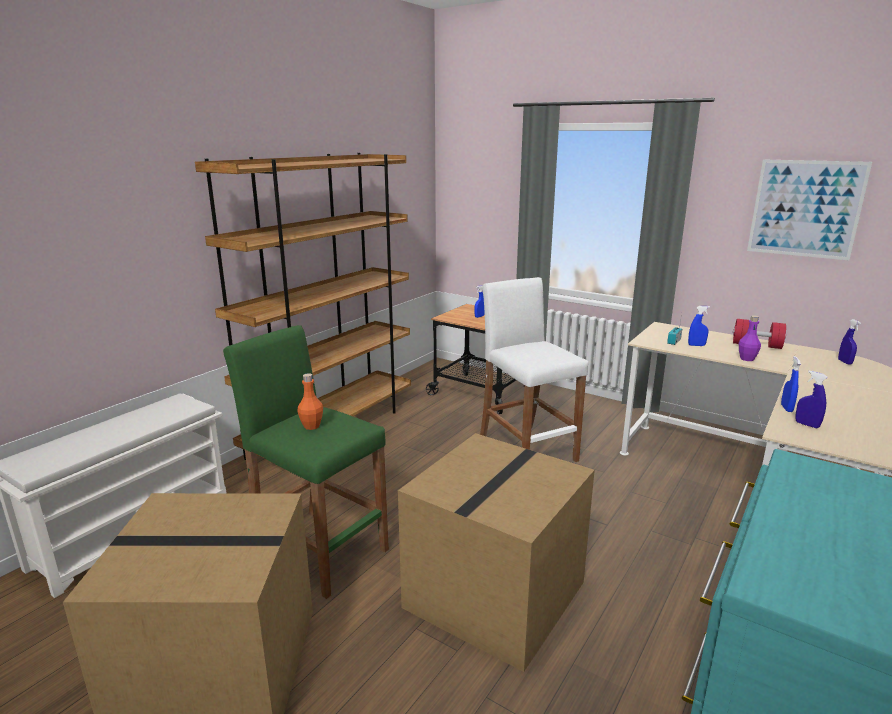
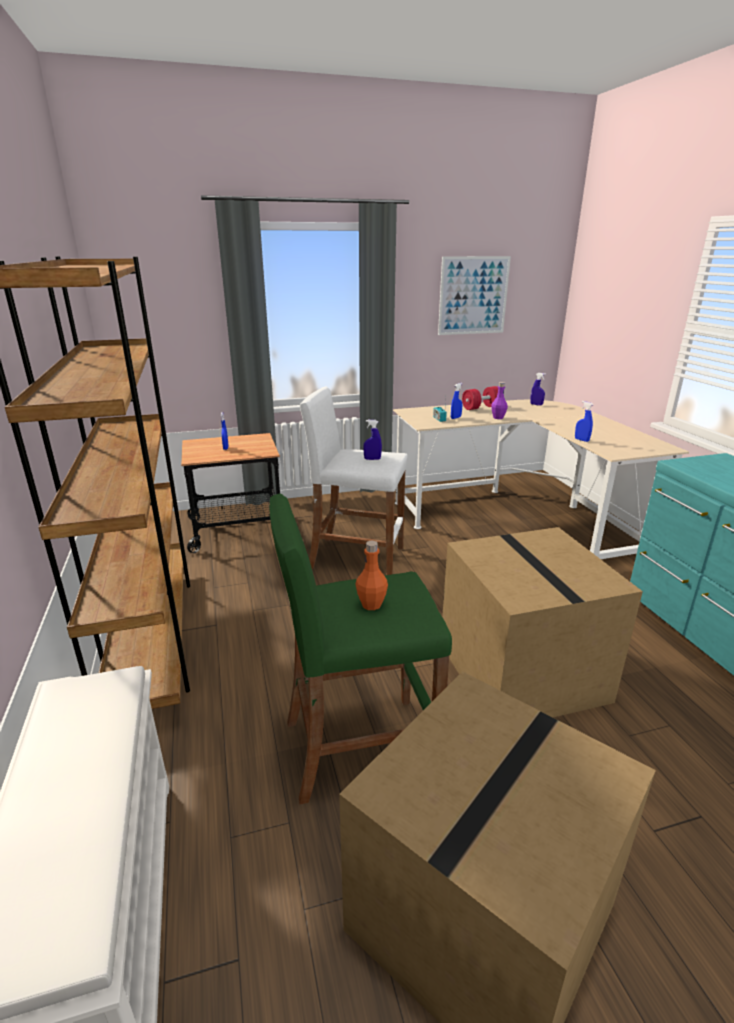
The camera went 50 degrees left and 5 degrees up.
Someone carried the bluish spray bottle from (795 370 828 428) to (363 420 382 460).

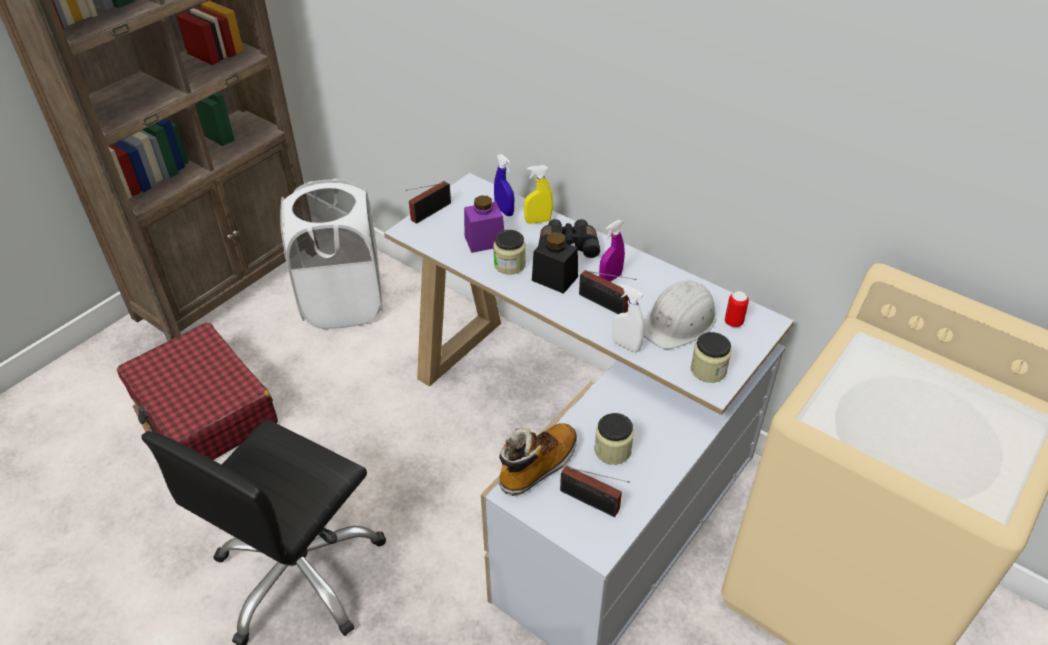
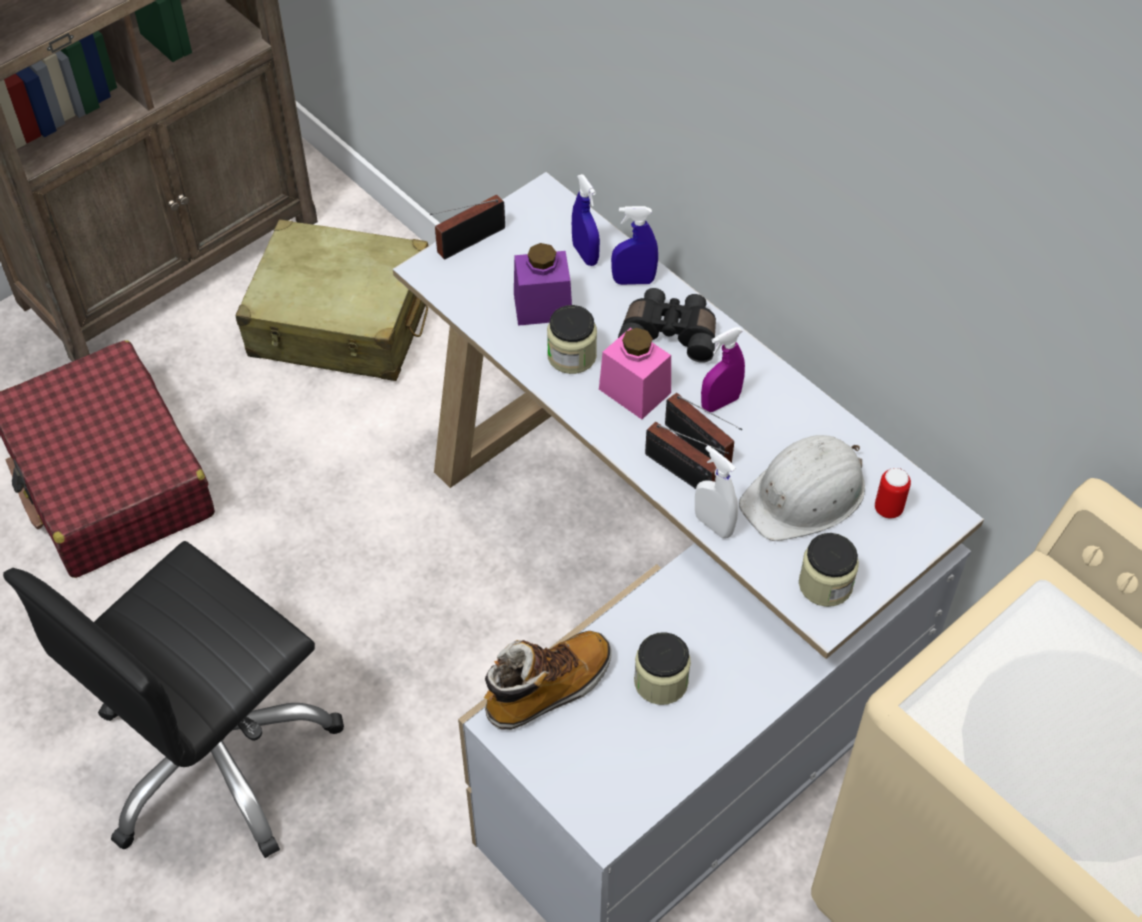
The camera went 10 degrees right and 10 degrees up.
Someone carried the radio receiver from (560 466 630 517) to (645 422 729 489).
Someone swapped the whitish hamper at (280 179 383 329) for the sand-coloured travel case at (236 219 429 381).
Someone repainted the yellow spray bottle at (524 165 553 224), which became the bluish spray bottle at (611 206 658 285).
Someone repainted the black-coloured preserve jar at (532 232 578 294), which became the pinkish preserve jar at (599 328 671 419).

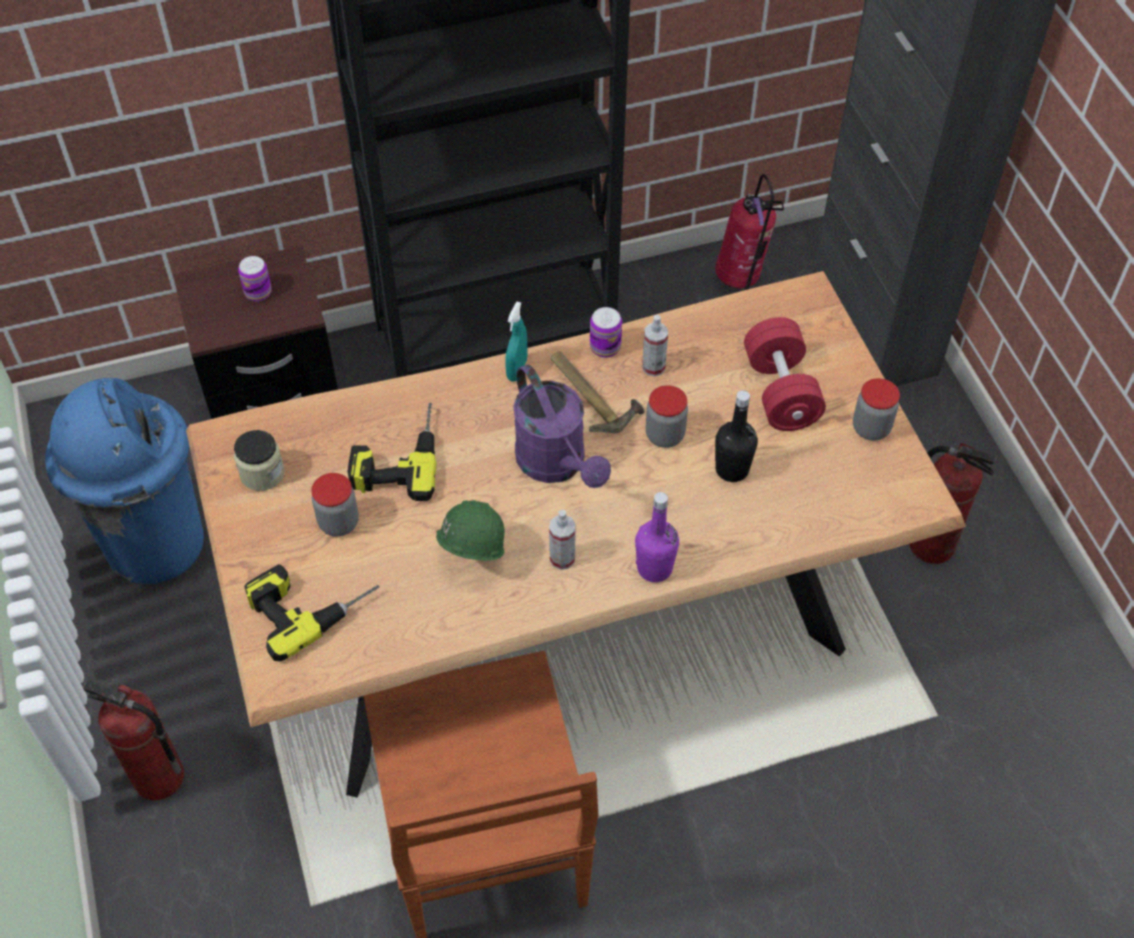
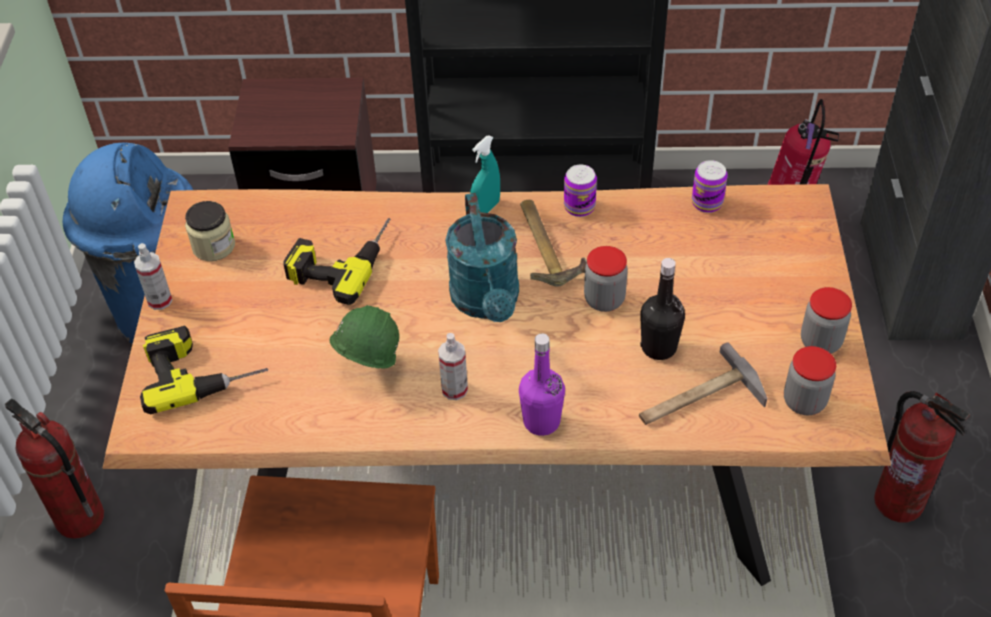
The camera went 20 degrees right and 5 degrees down.
Someone took away the red-coloured free weight at (744 317 826 431).
Someone put down the hammer at (639 342 767 425).
Someone carried the can from (238 256 272 301) to (692 160 728 213).
Someone carried the preserve jar from (311 473 359 537) to (784 346 836 415).
Someone carried the spray bottle from (642 315 668 377) to (134 243 172 310).
Someone repainted the purple-coloured watering can at (513 364 611 488), which became the turquoise-coloured watering can at (445 193 519 322).

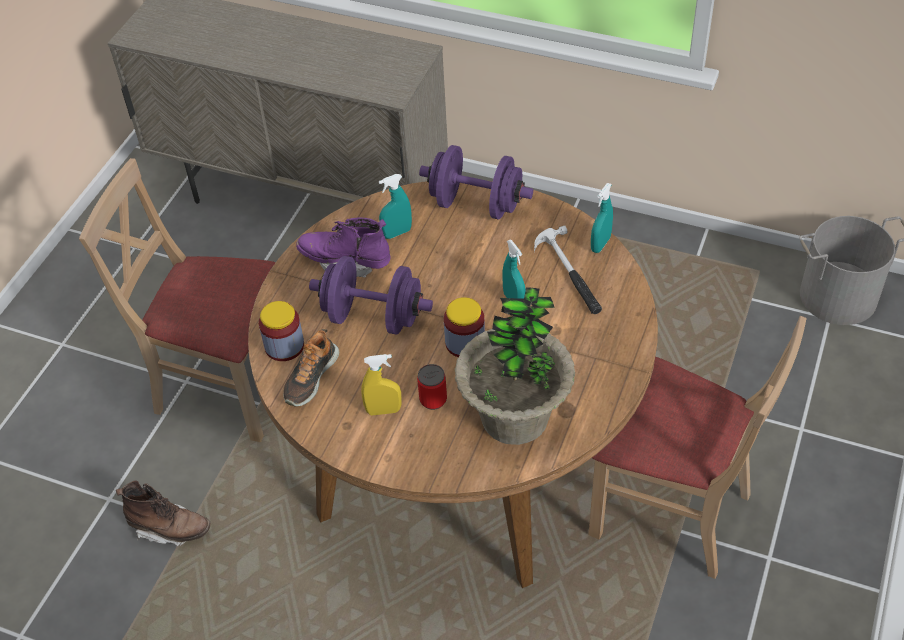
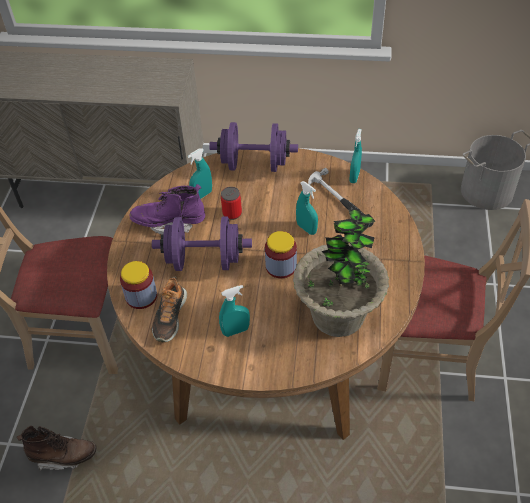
The camera went 15 degrees left and 0 degrees up.
Someone carried the can from (417 364 447 410) to (221 187 242 220).
Someone repainted the yellow spray bottle at (361 354 402 415), which became the turquoise-coloured spray bottle at (219 285 250 337).

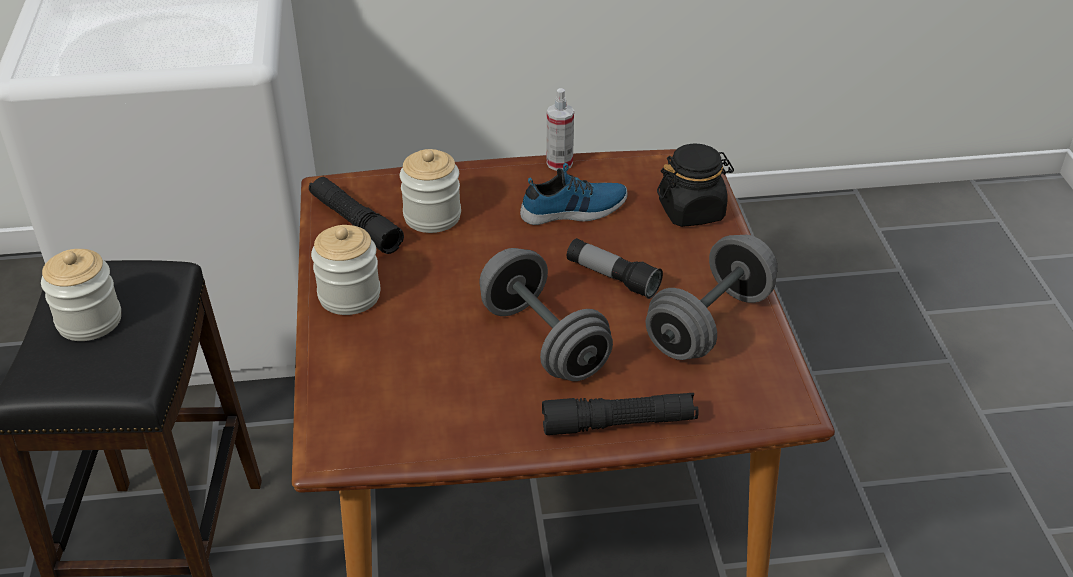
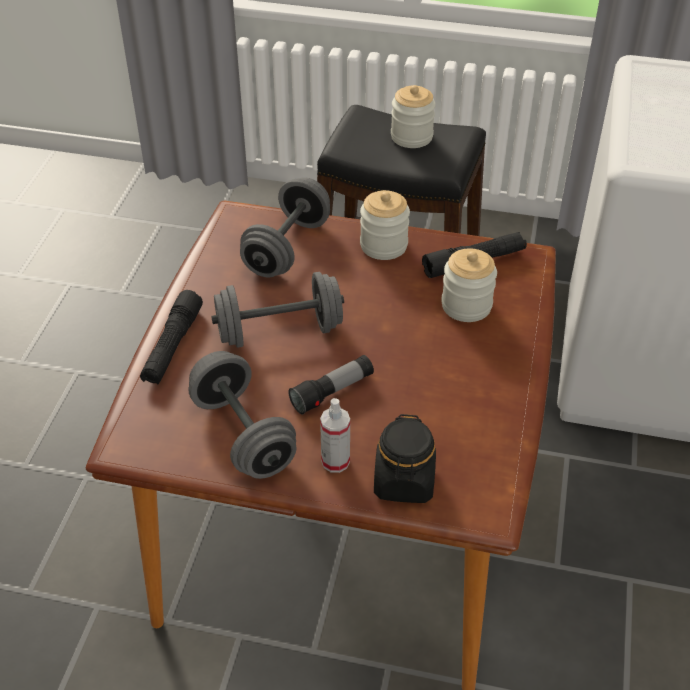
The camera went 110 degrees right and 5 degrees up.
Someone took away the shoe at (520 163 627 225).
Someone put down the gray free weight at (240 177 330 277).
Someone carried the spray bottle from (546 88 574 171) to (320 398 350 473).

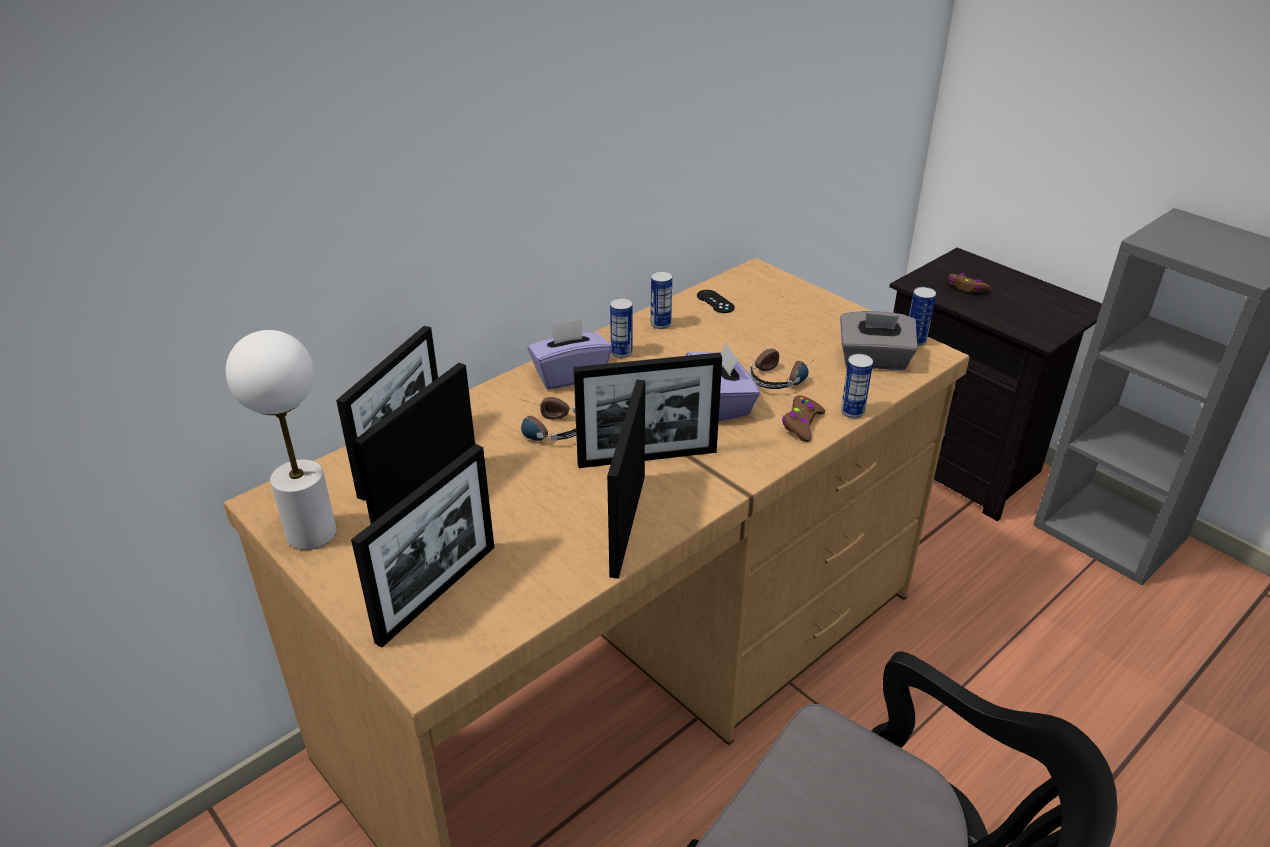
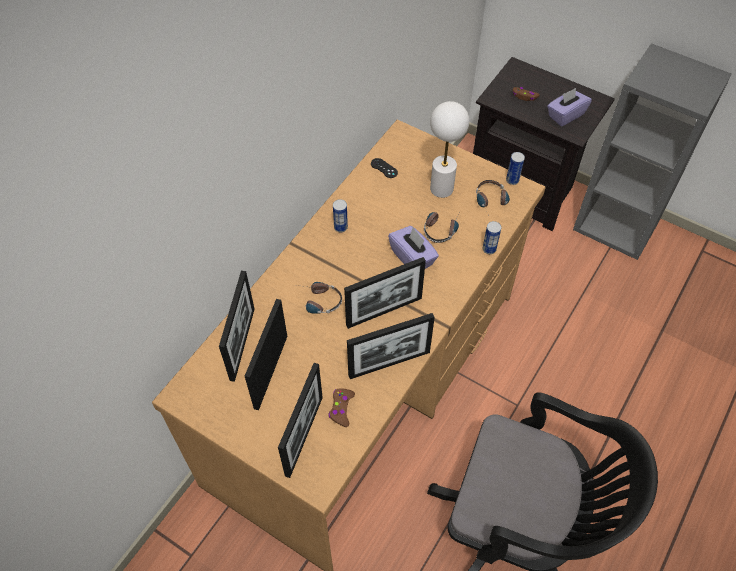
The camera went 15 degrees left and 20 degrees up.
Someone took away the can at (650 271 672 329).
Someone carried the whitish tabletop lamp from (226 330 336 550) to (430 101 469 198).
Someone carried the purple-coloured tissue box from (527 319 612 389) to (547 88 592 126).
Someone carried the brownish gamepad from (782 395 825 442) to (328 388 355 427).
Someone swapped the gray tissue box at (840 311 918 370) for the headset at (476 180 510 216).
Someone rotated the photo frame at (607 380 645 579) by 105 degrees counterclockwise.

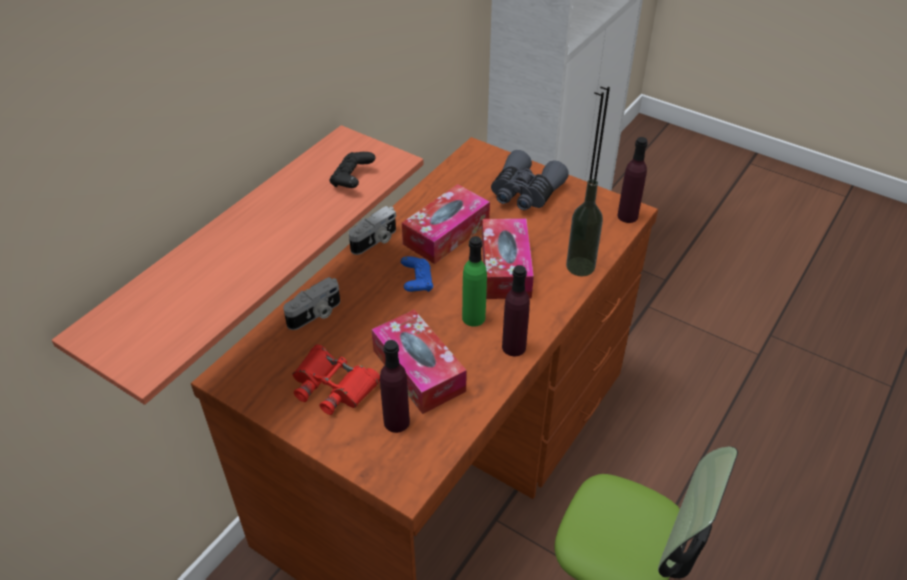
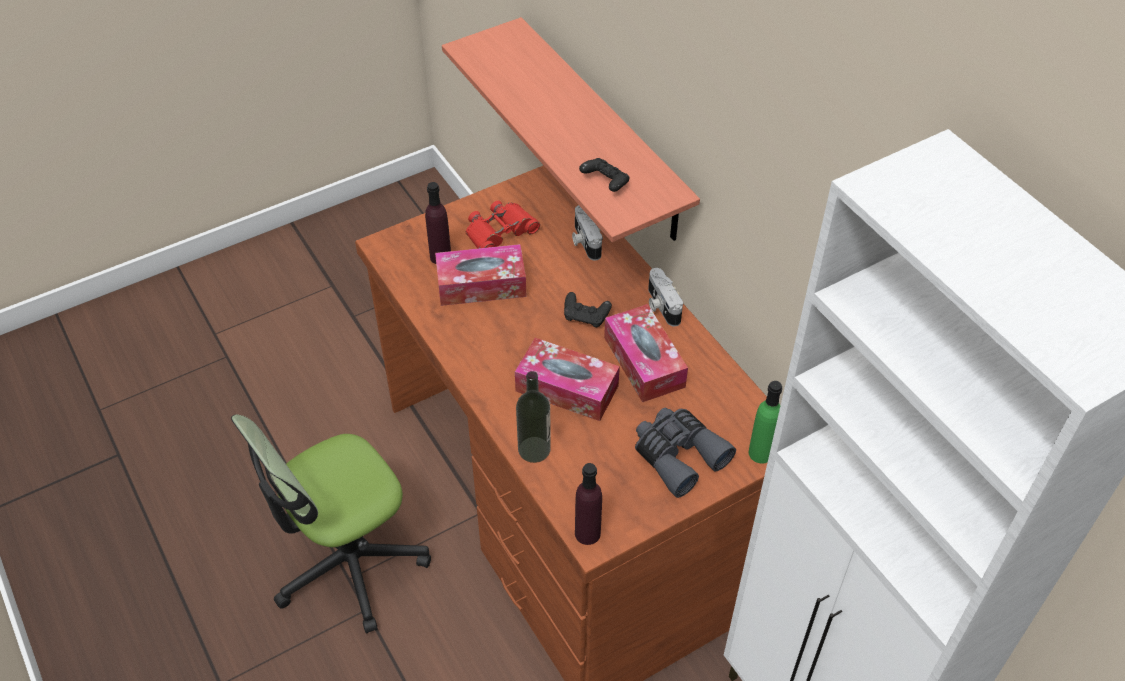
The camera went 115 degrees right and 5 degrees up.
Someone took away the purple-coloured beverage bottle at (502 265 530 356).
Someone carried the greenish beverage bottle from (462 236 487 327) to (749 381 782 464).
Someone repainted the bluish gamepad at (401 256 433 292), which became the black-coloured gamepad at (564 292 612 328).

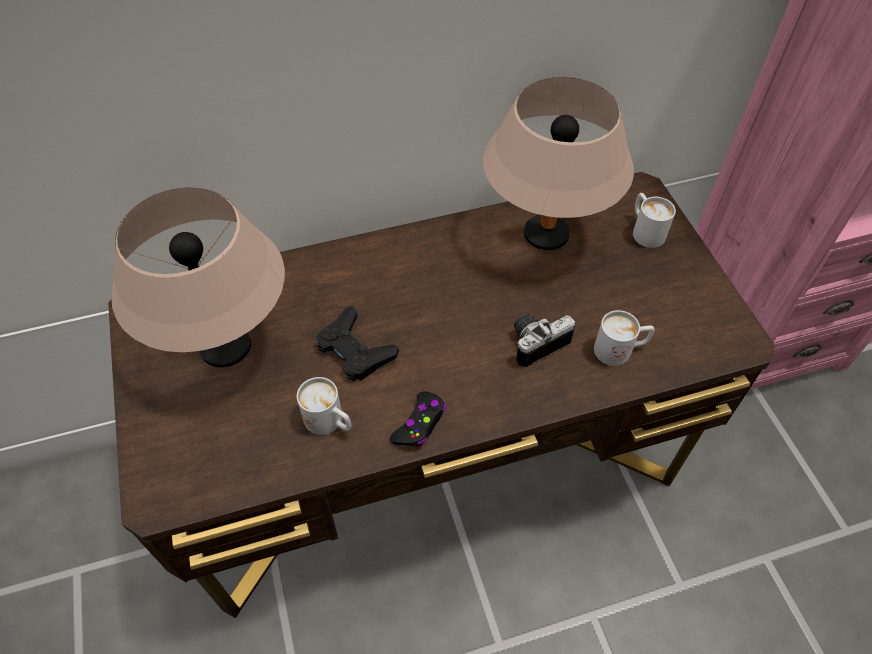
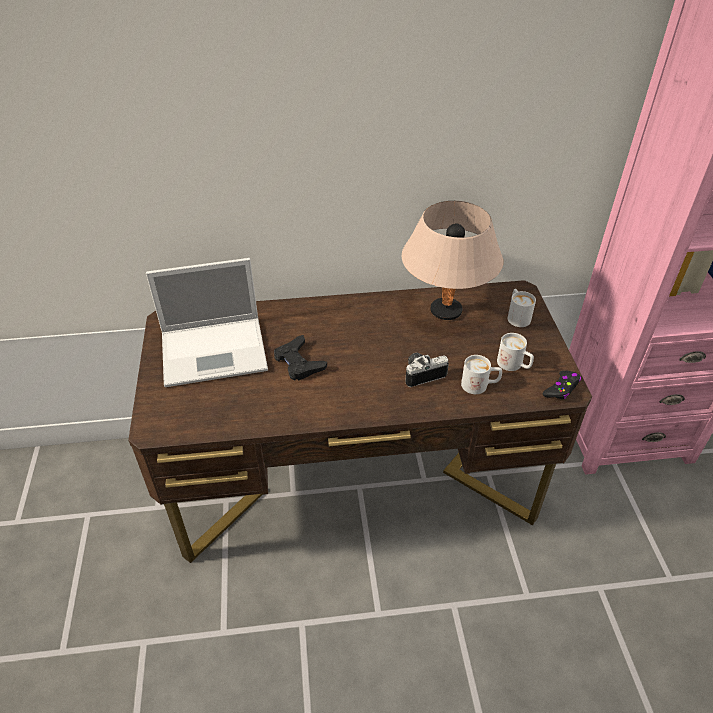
The camera went 10 degrees right and 10 degrees down.
Someone carried the whitish mug from (297 377 352 435) to (497 333 534 371).
Someone carried the black-coloured gamepad from (389 392 446 446) to (542 371 581 399).
Someone swapped the sand-coloured tabletop lamp at (111 187 285 367) for the notebook computer at (146 258 268 387).

